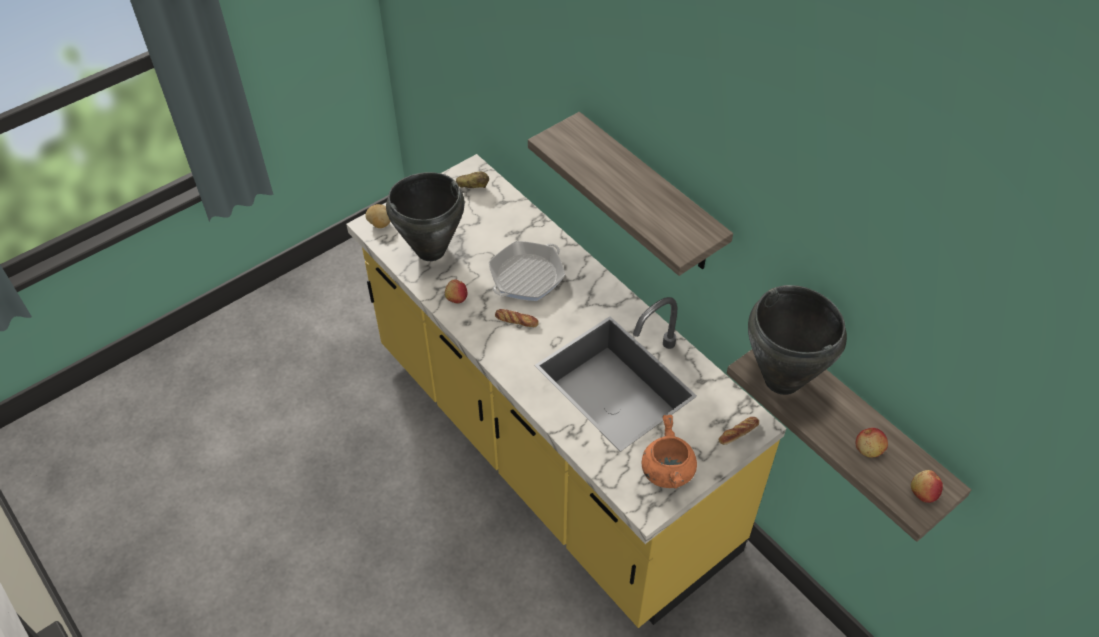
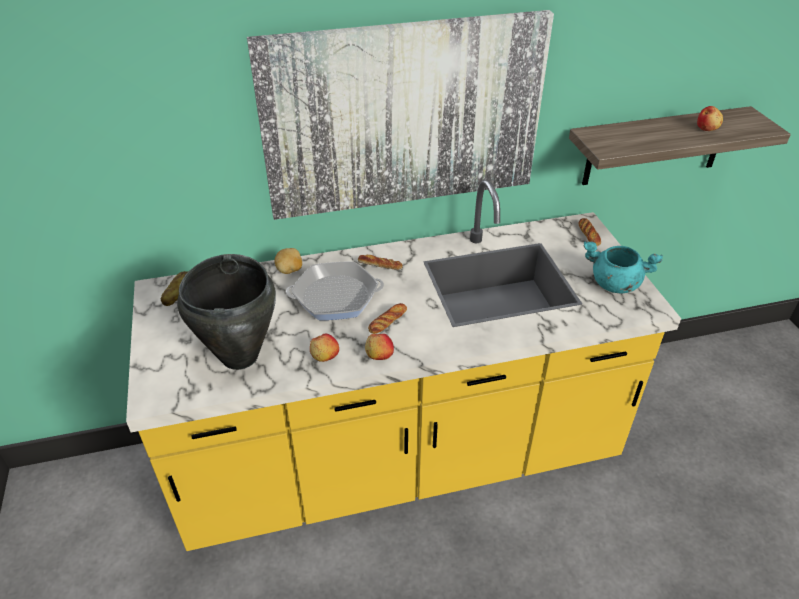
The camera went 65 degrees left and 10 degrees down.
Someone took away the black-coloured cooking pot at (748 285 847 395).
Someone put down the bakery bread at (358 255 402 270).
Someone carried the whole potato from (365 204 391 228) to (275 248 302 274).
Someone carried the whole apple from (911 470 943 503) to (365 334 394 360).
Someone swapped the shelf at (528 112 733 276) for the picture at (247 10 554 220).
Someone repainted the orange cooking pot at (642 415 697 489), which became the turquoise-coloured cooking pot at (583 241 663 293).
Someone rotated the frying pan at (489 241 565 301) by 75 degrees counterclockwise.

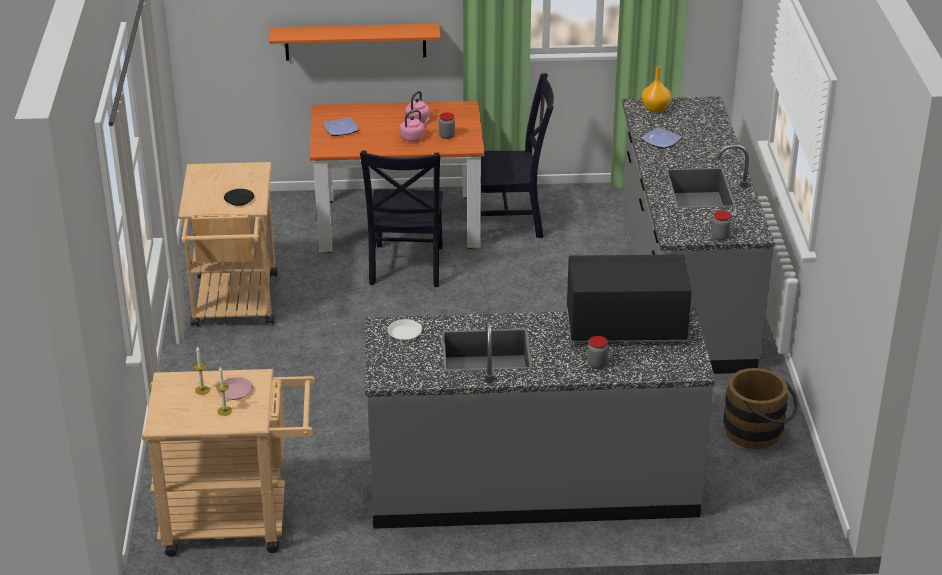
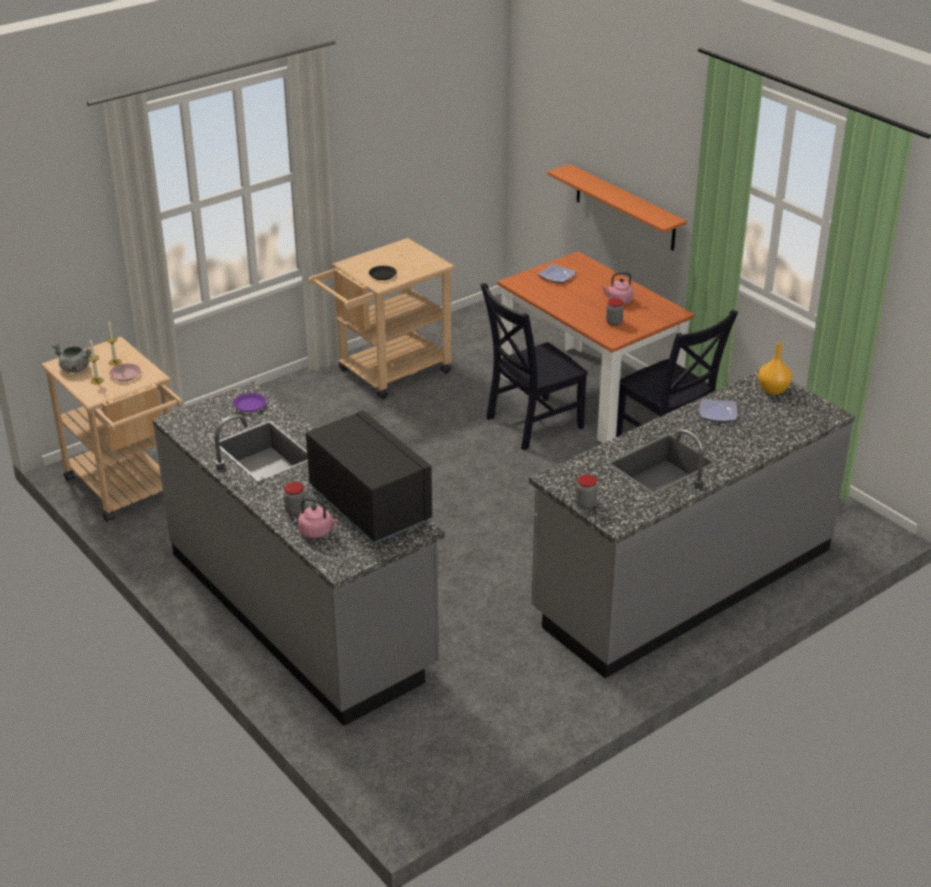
The camera went 55 degrees right and 0 degrees up.
Someone took away the brownish bucket at (723 368 798 449).
Someone put down the gray cooking pot at (51 343 91 373).
Someone carried the pinkish water kettle from (400 110 430 142) to (298 498 339 538).
Someone repainted the whitish flat dish at (388 319 422 341), which became the purple-coloured flat dish at (233 393 266 412).

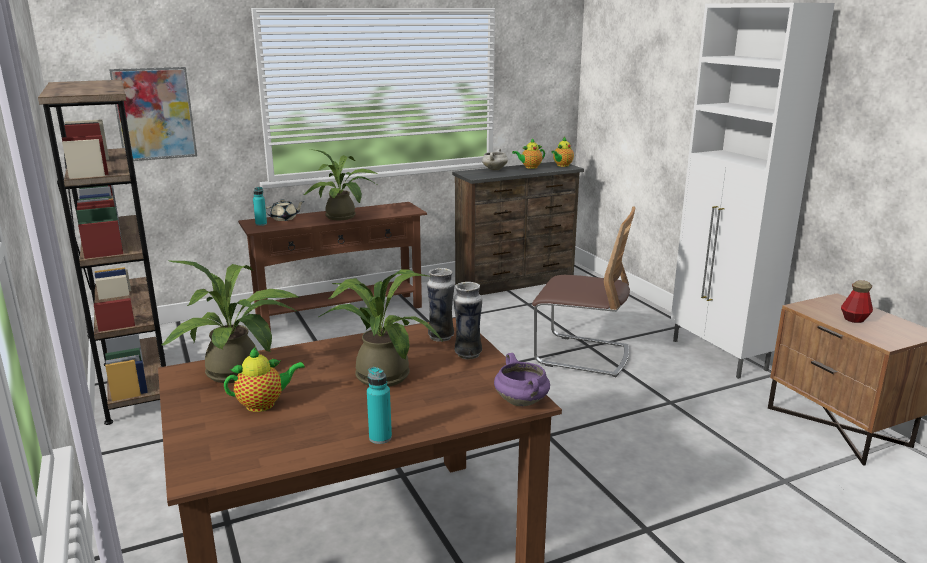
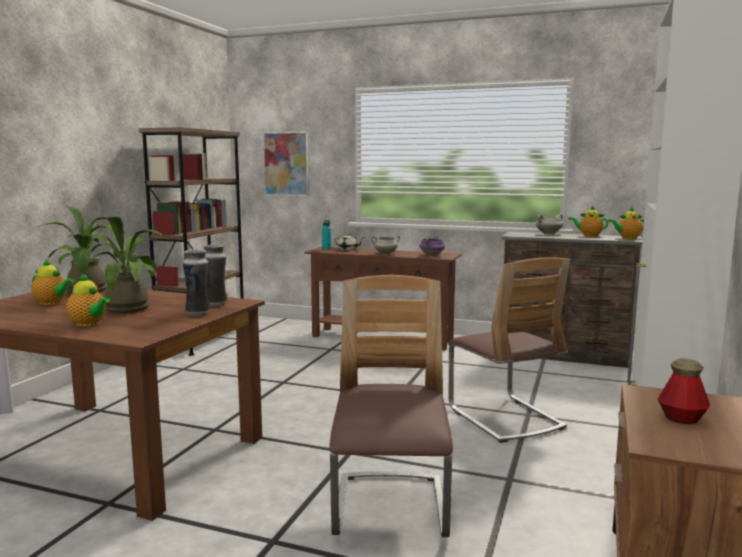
The camera went 45 degrees right and 10 degrees down.
Someone took away the turquoise-coloured beverage bottle at (367 367 392 444).
Someone put down the teapot at (66 273 110 326).
Someone put down the upright chair at (329 275 453 537).
Someone carried the purple-coloured cooking pot from (494 353 550 406) to (420 235 445 256).
Someone swapped the plant in a pot at (304 149 377 220) for the whitish cooking pot at (371 235 400 254).

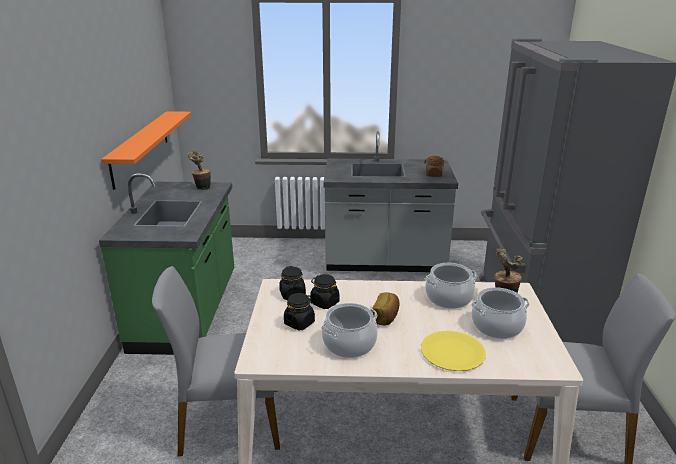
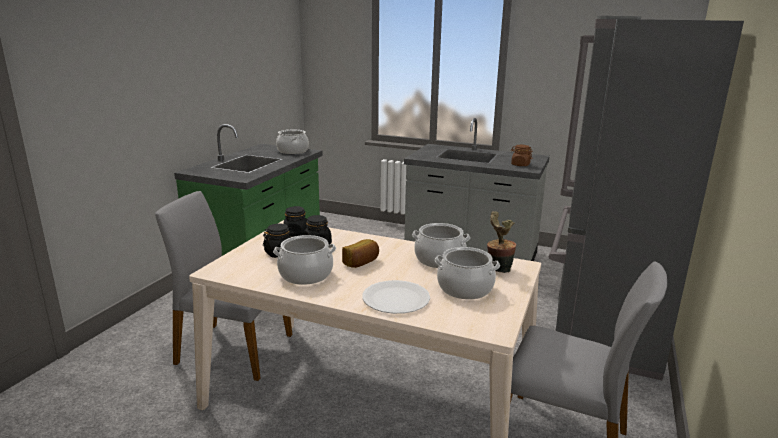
The camera went 20 degrees right and 5 degrees down.
Someone took away the orange shelf at (101 111 191 190).
Someone swapped the plant in a pot at (188 150 211 190) for the cooking pot at (276 130 309 154).
Someone repainted the yellow flat dish at (421 331 486 371), which became the whitish flat dish at (362 280 430 314).

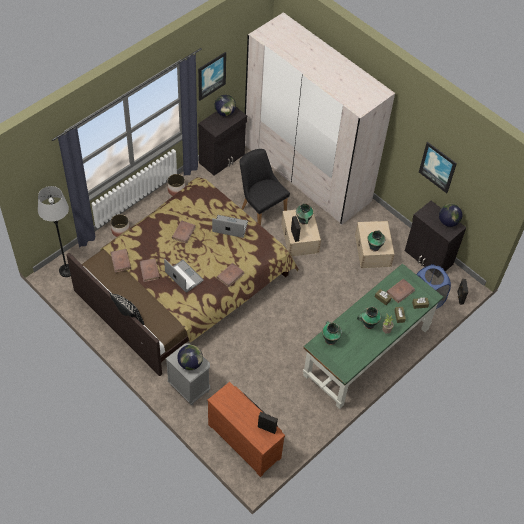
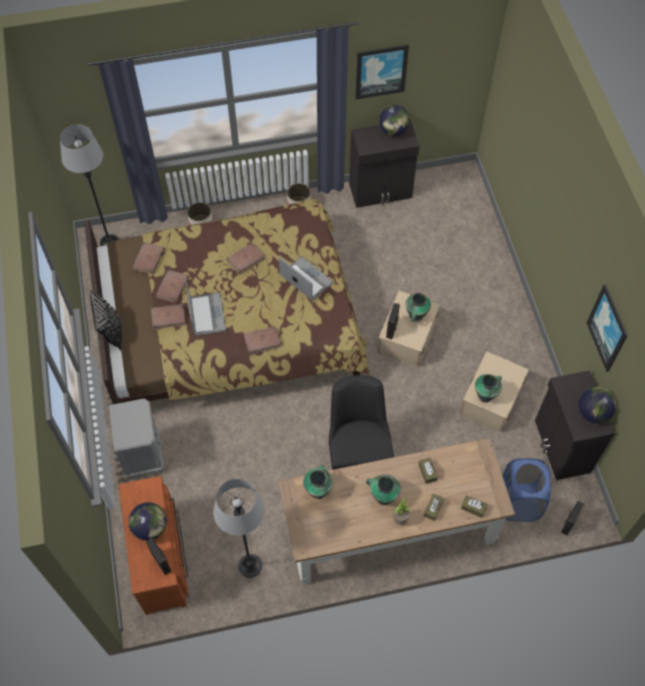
The camera went 35 degrees right and 5 degrees up.
Someone took away the sand-coloured armoire at (245 12 395 225).
Someone put down the gray floor lamp at (213 479 264 578).
Someone carried the globe from (177 345 203 370) to (128 502 167 541).
Someone carried the black-coloured upright chair from (240 149 290 225) to (329 375 394 470).
Someone carried the brownish book from (387 279 415 303) to (151 304 186 330).
Someone repainted the greenish desk unit at (303 263 443 409), which became the brownish desk unit at (279 438 515 585).

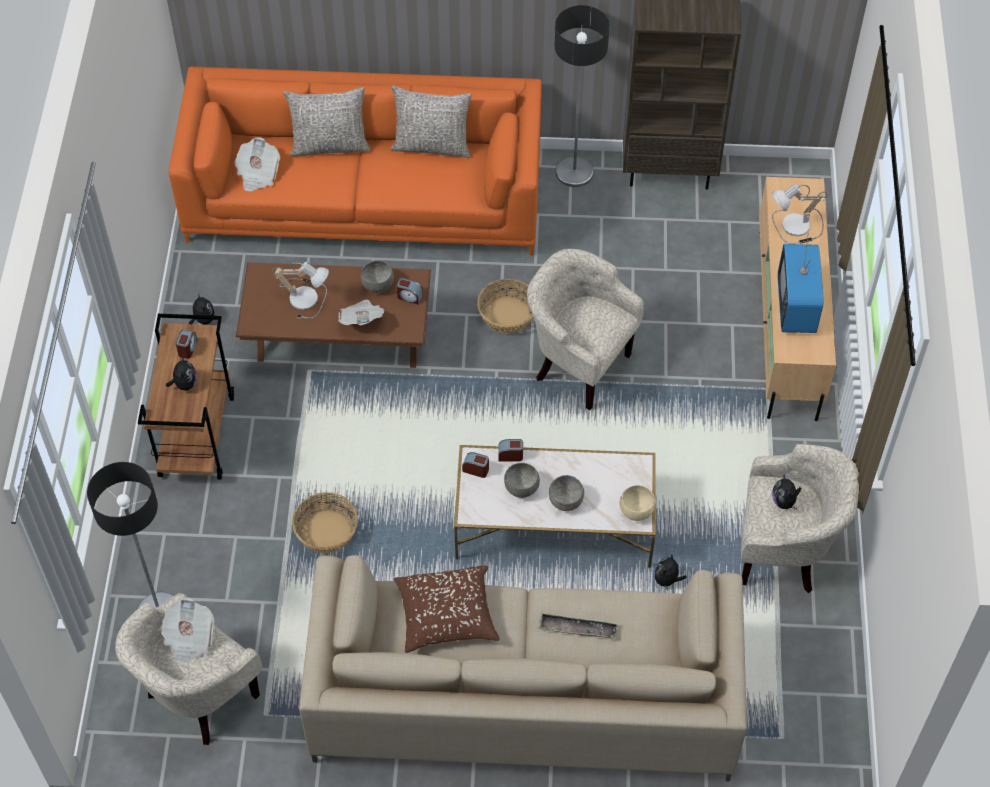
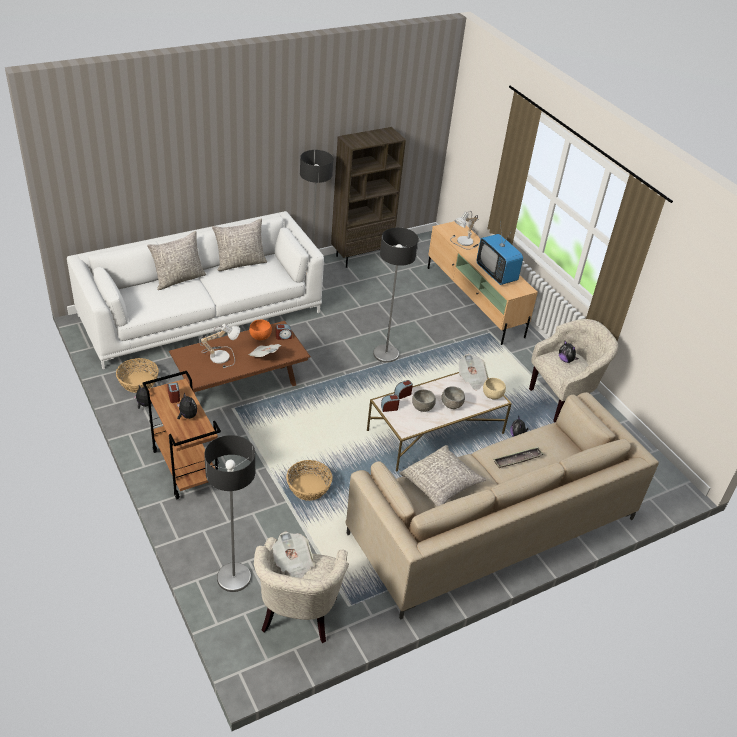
The camera went 35 degrees left and 15 degrees down.
Someone carried the daily paper from (234 137 280 191) to (458 354 488 391).
Someone carried the household basket from (477 279 534 334) to (116 358 159 393).
Someone swapped the sand-coloured armchair at (527 249 644 410) for the floor lamp at (373 227 419 363).
Someone repainted the orange couch at (169 67 542 256), which became the whitish couch at (67 211 324 369).
Someone repainted the gray deep dish at (361 260 394 293), which became the orange deep dish at (249 320 272 340).
Someone repainted the brownish cushion at (394 565 500 653), which became the gray cushion at (399 445 486 507).

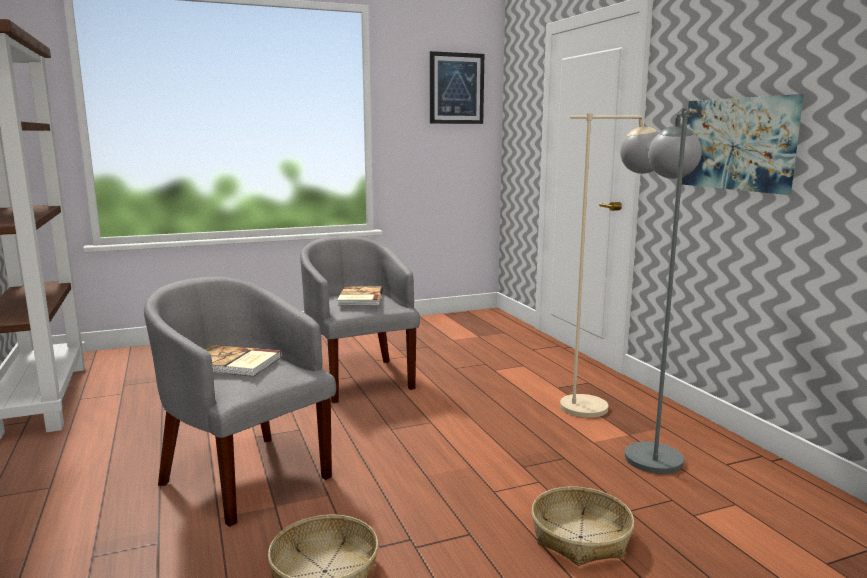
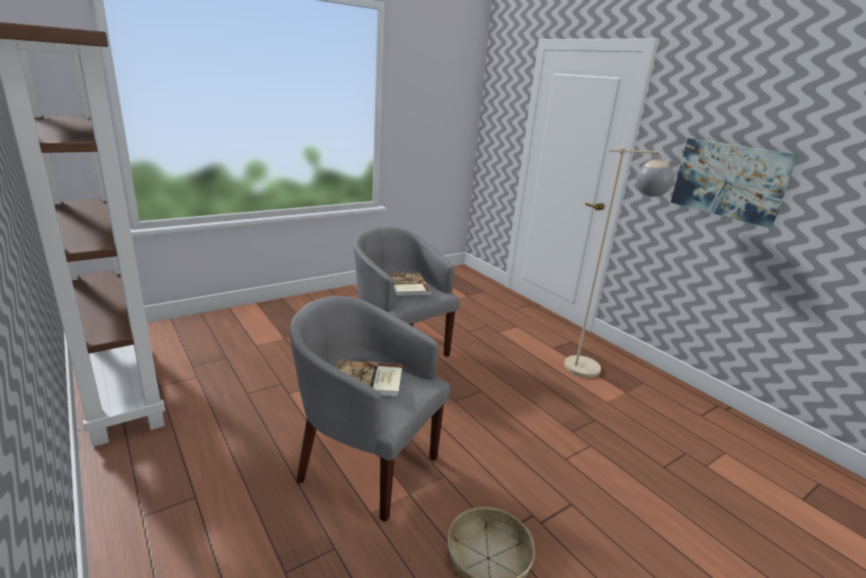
The camera went 15 degrees left and 10 degrees up.
Someone took away the picture at (430 51 484 124).
Someone took away the household basket at (531 487 635 566).
Someone took away the gray floor lamp at (625 108 702 474).

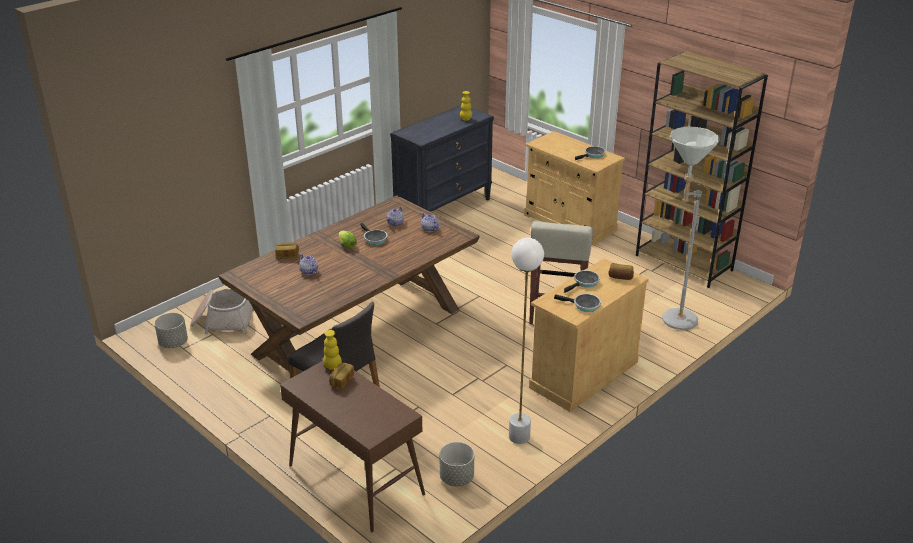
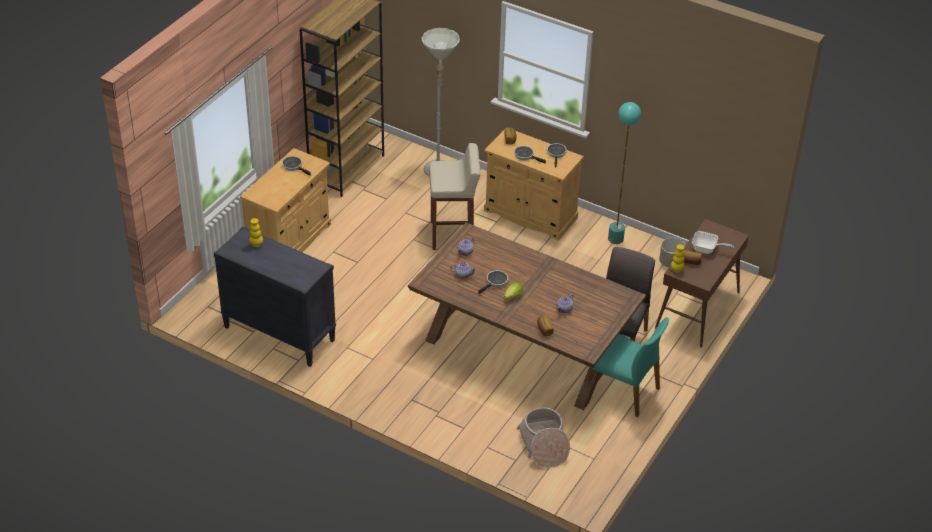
The camera went 105 degrees left and 10 degrees up.
Someone took away the gray flower pot at (154 313 188 348).
Someone put down the turquoise-coloured upright chair at (587 317 669 417).
Someone put down the frying pan at (692 231 734 254).
Someone repainted the whitish floor lamp at (509 238 544 444), which became the turquoise-coloured floor lamp at (608 102 641 244).

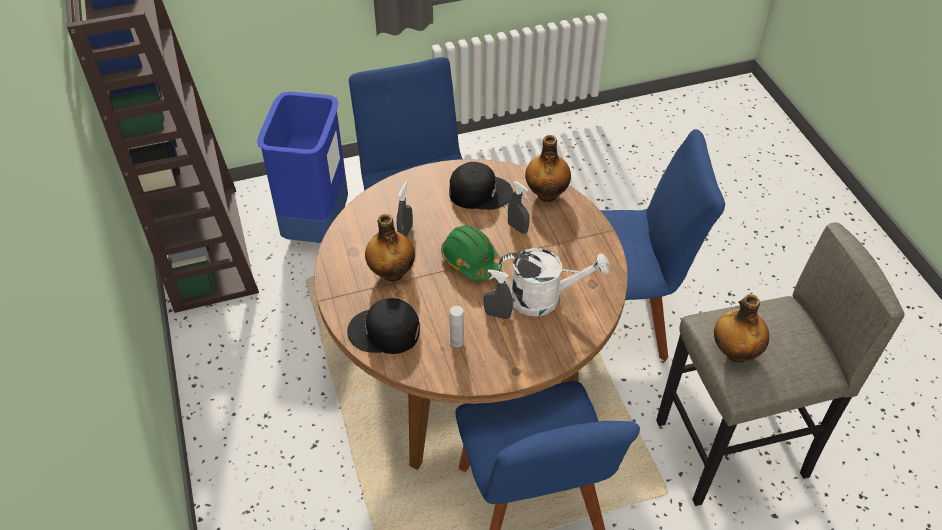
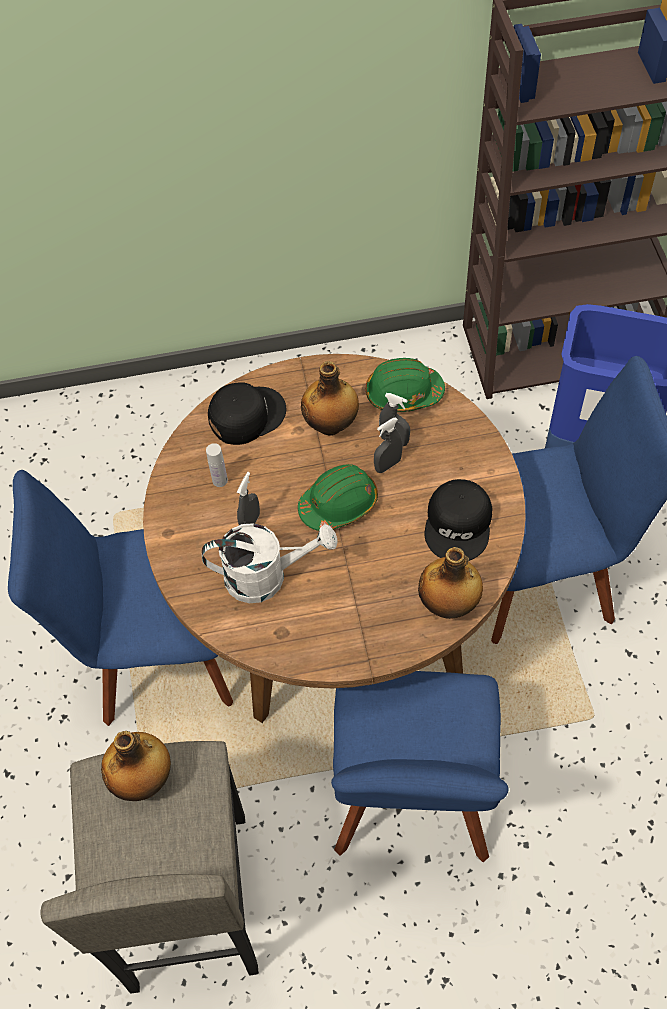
The camera went 100 degrees right and 10 degrees up.
Someone put down the greenish hard hat at (366 358 445 412).
Someone carried the gray spray bottle from (508 181 530 234) to (374 417 403 473).
Someone rotated the black-coloured cap at (347 298 420 354) by 45 degrees clockwise.
Someone rotated the whitish watering can at (498 248 610 316) by 105 degrees counterclockwise.

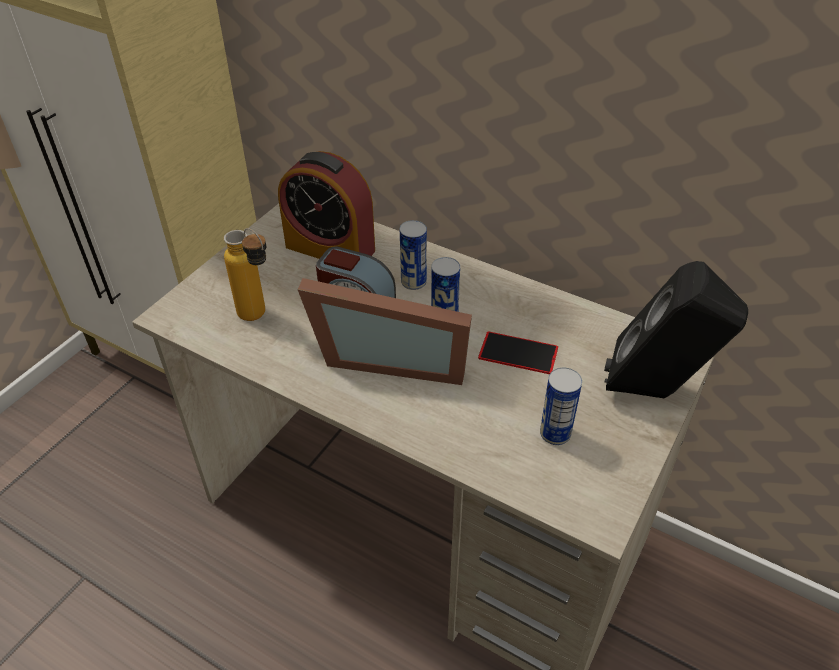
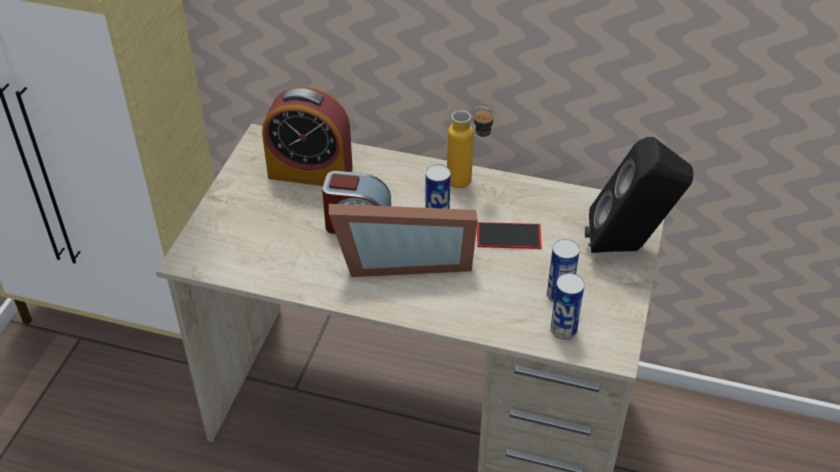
The camera went 15 degrees left and 0 degrees up.
Someone carried the beverage bottle from (224 228 266 321) to (447 107 495 188).
Someone carried the can from (400 220 427 290) to (550 273 585 340).

